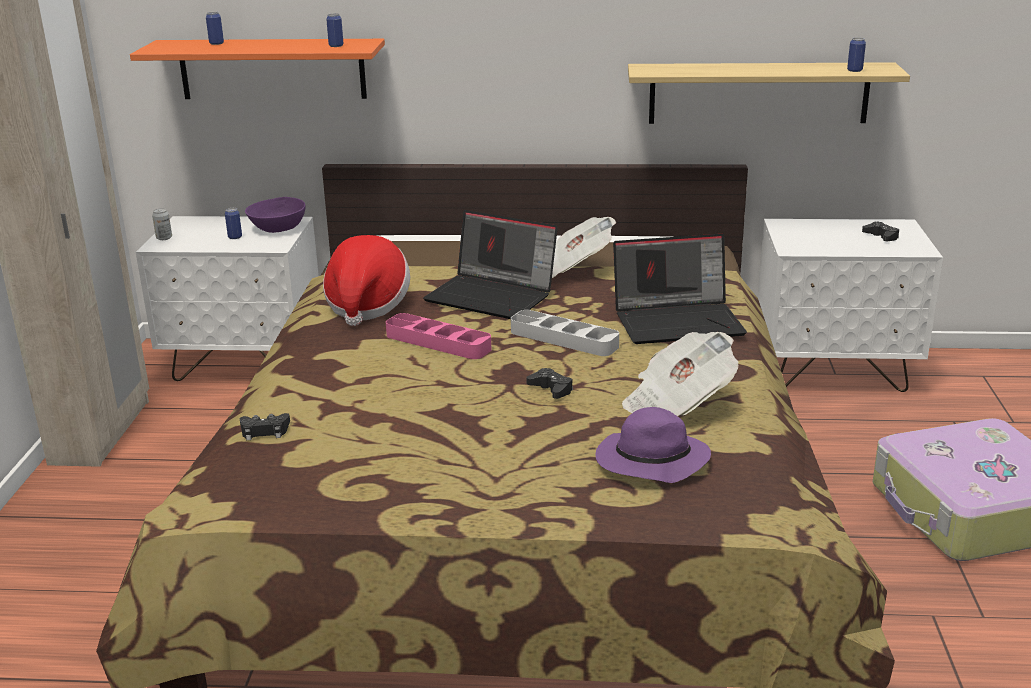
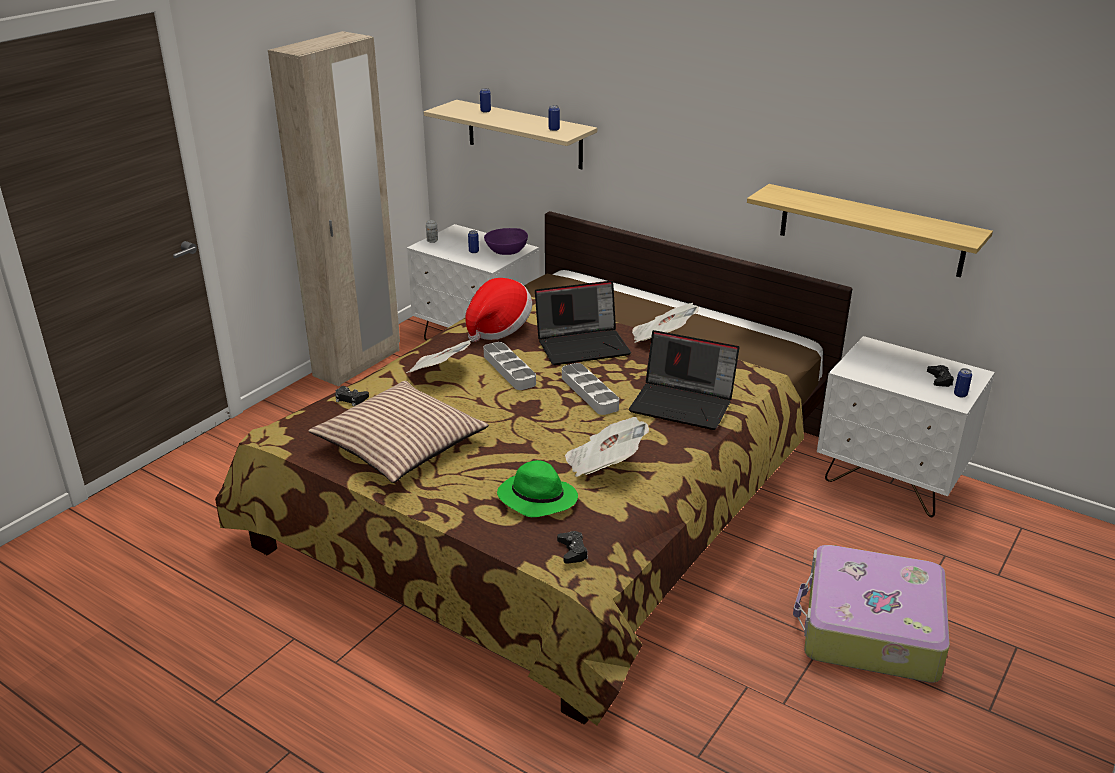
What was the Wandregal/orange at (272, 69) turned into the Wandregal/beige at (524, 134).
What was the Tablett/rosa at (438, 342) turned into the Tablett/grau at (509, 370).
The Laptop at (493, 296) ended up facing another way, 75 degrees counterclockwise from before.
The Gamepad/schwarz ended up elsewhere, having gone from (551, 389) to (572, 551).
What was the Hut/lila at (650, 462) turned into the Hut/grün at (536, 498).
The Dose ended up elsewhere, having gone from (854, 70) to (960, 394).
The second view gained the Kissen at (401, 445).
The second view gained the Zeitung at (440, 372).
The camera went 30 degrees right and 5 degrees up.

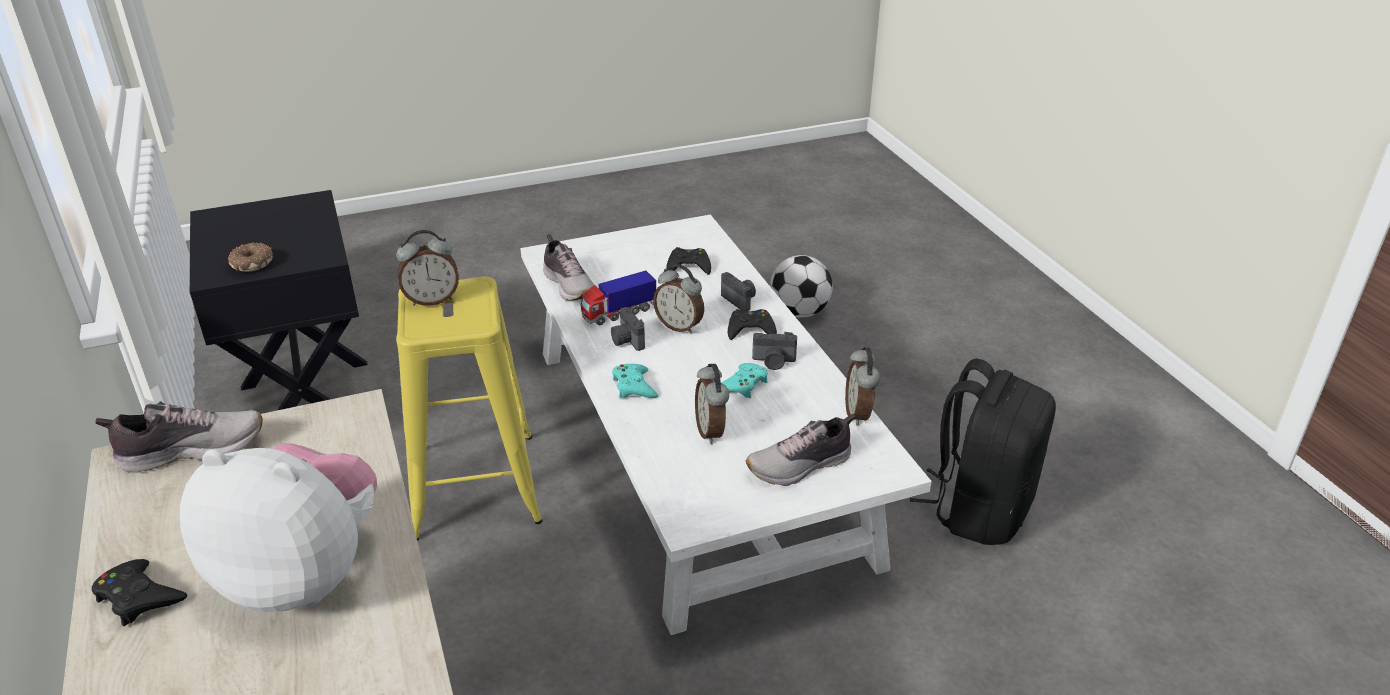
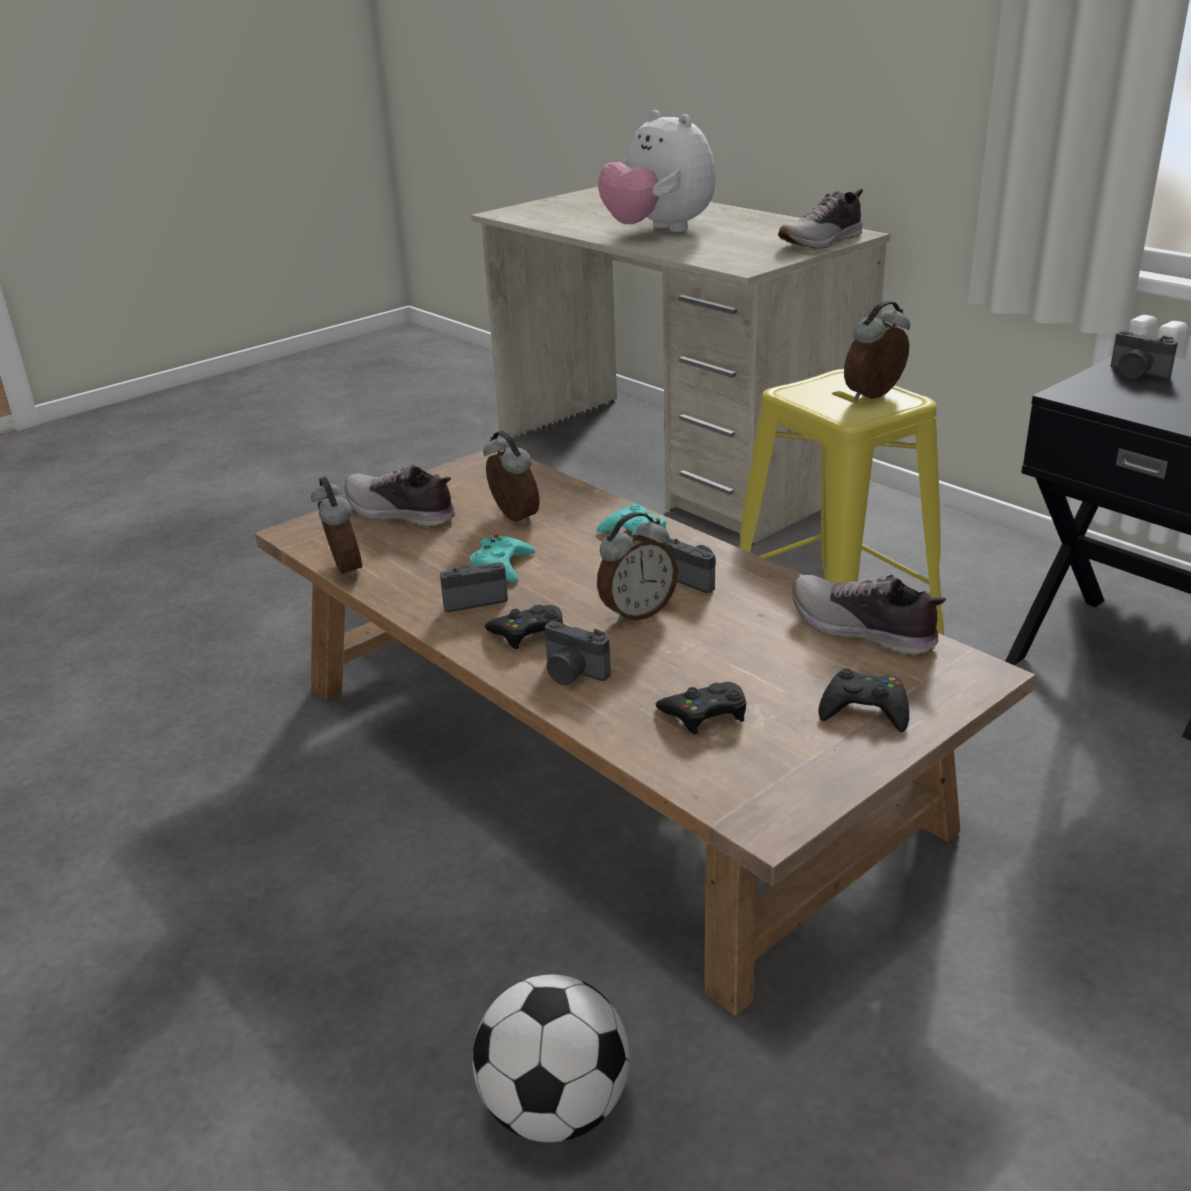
The Gamepad/schwarz ended up elsewhere, having gone from (139, 597) to (865, 709).
The Plüschtier at (303, 575) ended up facing another way, 60 degrees clockwise from before.
Where the Donut stood at (252, 263), the Kamera came to stand at (1136, 374).
What was the Couchtisch/weiß at (698, 449) turned into the Couchtisch/braun at (597, 753).
The second view lost the Spielzeuglaster at (618, 313).
The Wecker at (679, 326) ended up facing another way, 135 degrees clockwise from before.
The Schuh at (801, 466) ended up facing another way, 105 degrees counterclockwise from before.
The second view lost the Rucksack/schwarz at (979, 509).
The camera went 160 degrees right and 5 degrees down.

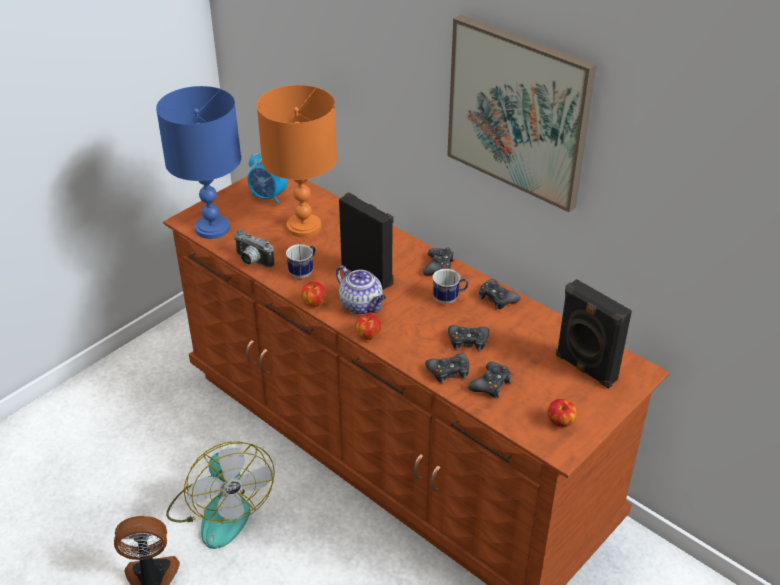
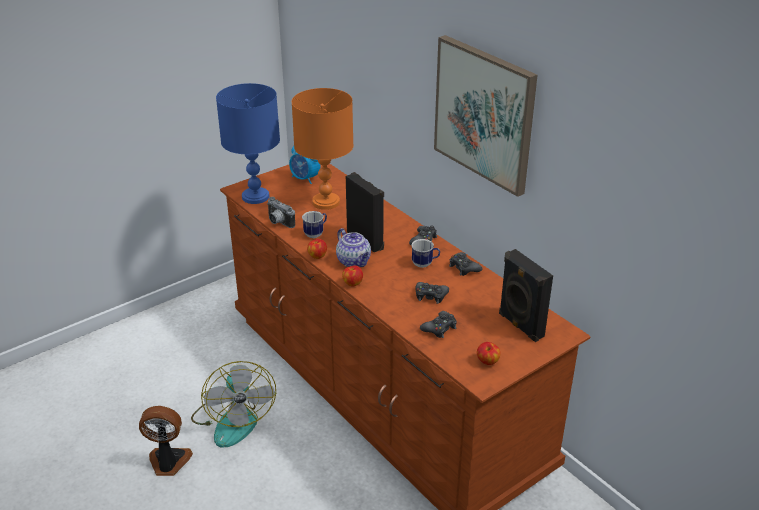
The second view lost the Gamepad/schwarz at (449, 371).
The camera went 10 degrees right and 5 degrees down.

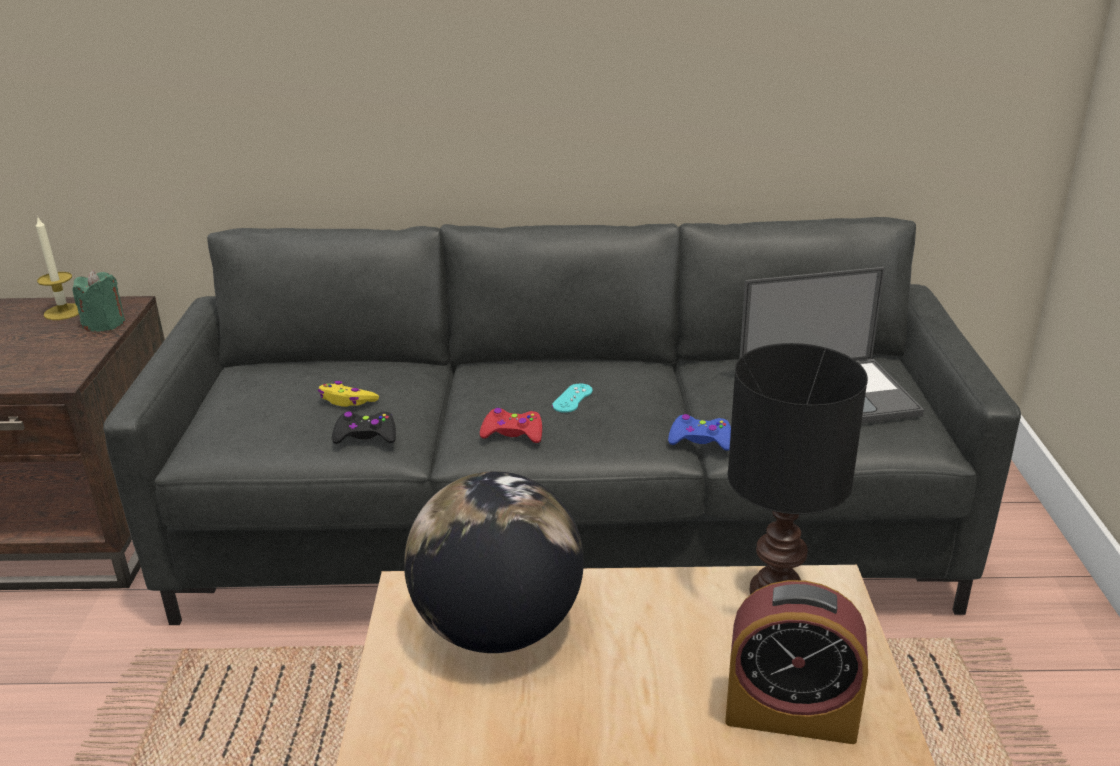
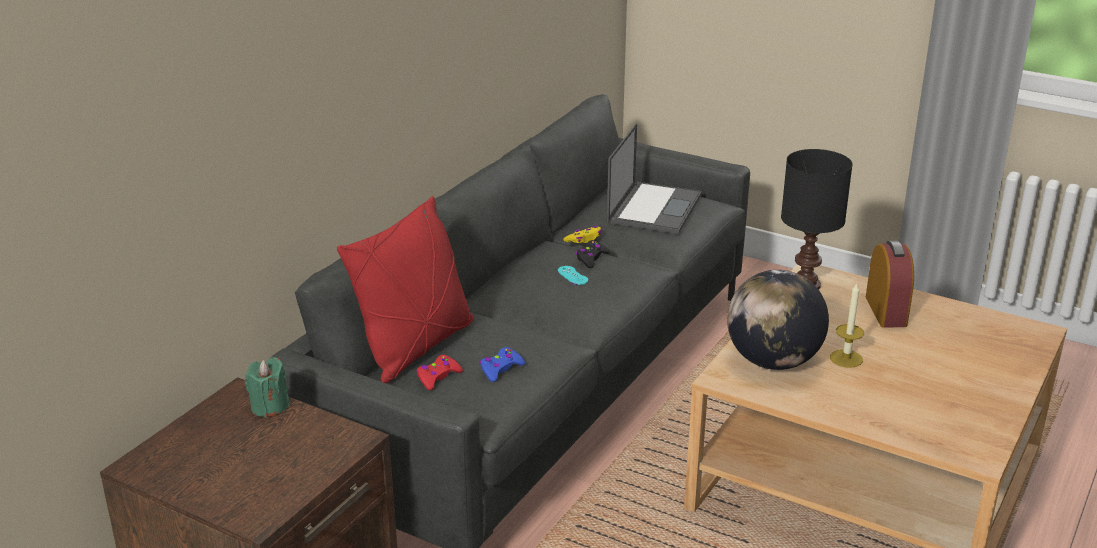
The Kerze ended up elsewhere, having gone from (63, 312) to (846, 358).
The Gamepad/gelb ended up elsewhere, having gone from (347, 401) to (584, 239).
The Gamepad/schwarz ended up elsewhere, having gone from (365, 435) to (591, 258).
The Gamepad/rot ended up elsewhere, having gone from (513, 433) to (438, 377).
The Gamepad/blau ended up elsewhere, having gone from (700, 440) to (500, 369).
The Wecker at (790, 714) ended up facing another way, 45 degrees counterclockwise from before.
The second view gained the Kissen/rot at (416, 348).
The camera went 60 degrees left and 0 degrees up.

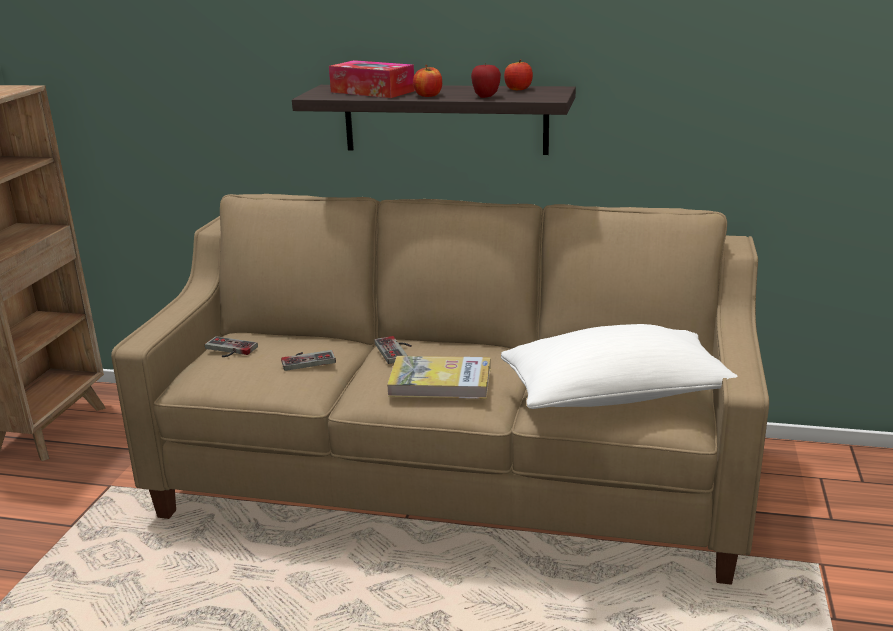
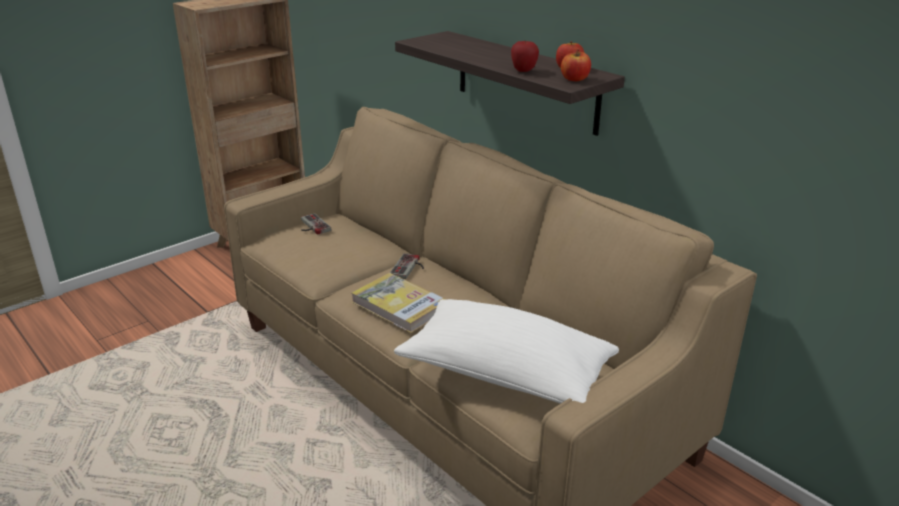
The second view lost the Gamepad at (307, 359).
The second view lost the Taschentuchbox at (372, 91).
The Apfel ended up elsewhere, having gone from (428, 95) to (575, 79).
The camera went 35 degrees right and 5 degrees up.

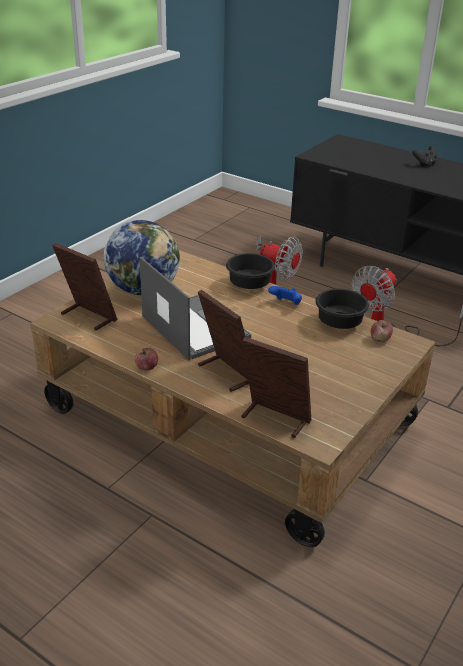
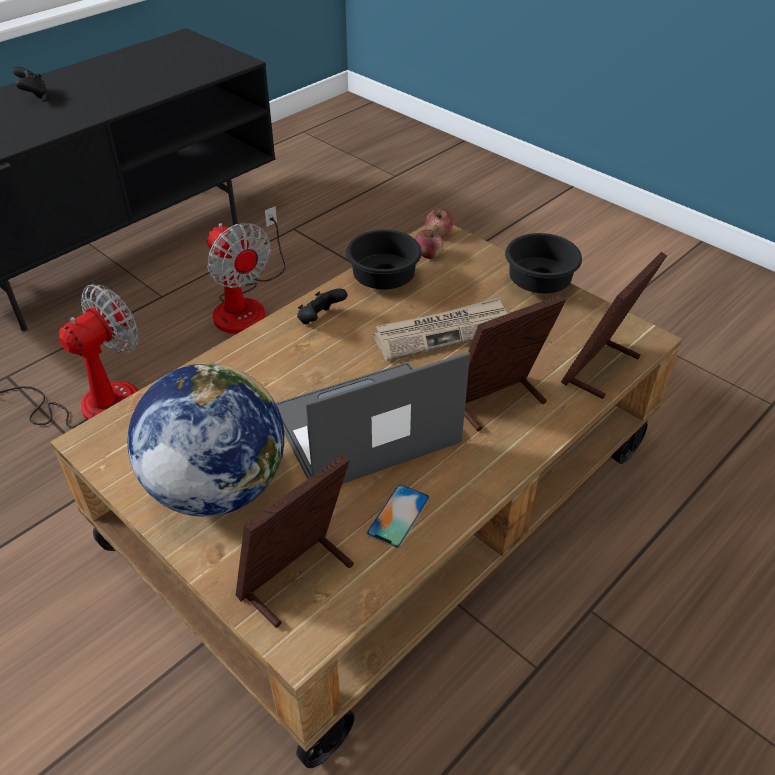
The Apfel ended up elsewhere, having gone from (146, 367) to (438, 233).
The Schüssel/schwarz ended up elsewhere, having gone from (249, 285) to (541, 284).
What was the Gamepad/blau at (286, 304) turned into the Gamepad/schwarz at (320, 320).
The second view gained the Handy at (398, 515).
The second view gained the Zeitung at (443, 332).
The camera went 80 degrees left and 10 degrees up.

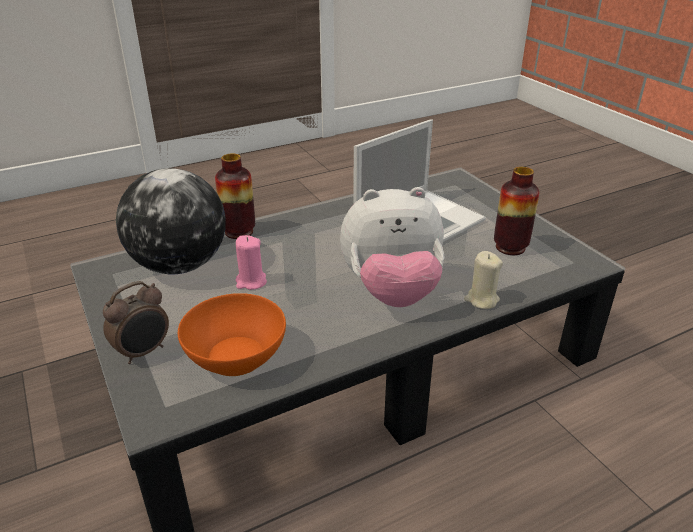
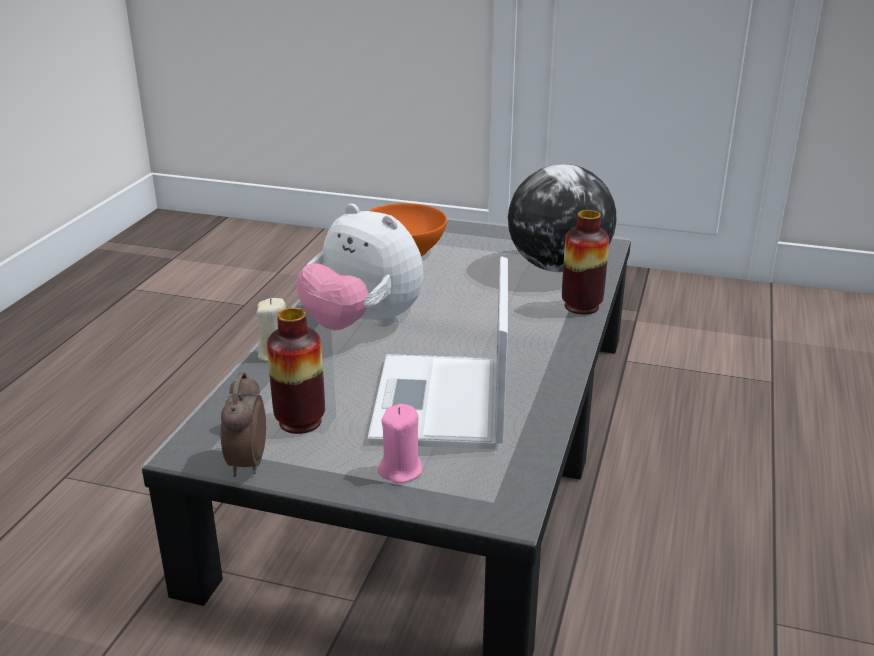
The Wecker ended up elsewhere, having gone from (144, 352) to (246, 463).
The Kerze/rosa ended up elsewhere, having gone from (251, 282) to (400, 470).
The Plüschtier at (392, 292) ended up facing another way, 90 degrees counterclockwise from before.
The camera went 135 degrees right and 5 degrees down.

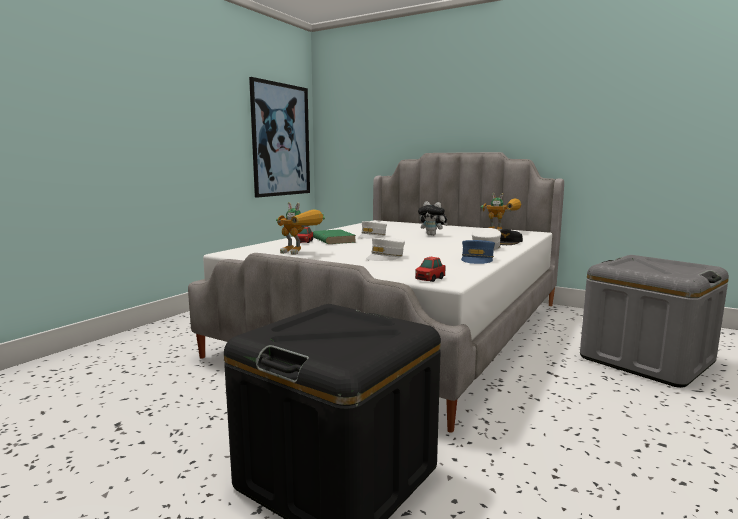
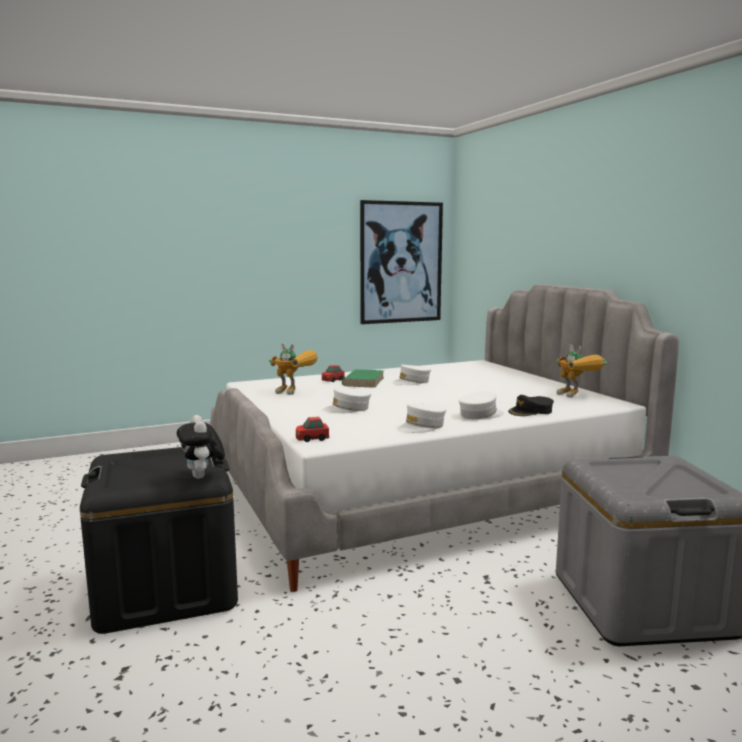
The Spielzeugroboter at (300, 253) ended up facing another way, 45 degrees counterclockwise from before.
The Plüschtier ended up elsewhere, having gone from (432, 235) to (202, 477).
What was the Kappe/blau at (477, 259) turned into the Kappe/weiß at (422, 427).
The camera went 35 degrees right and 0 degrees up.

